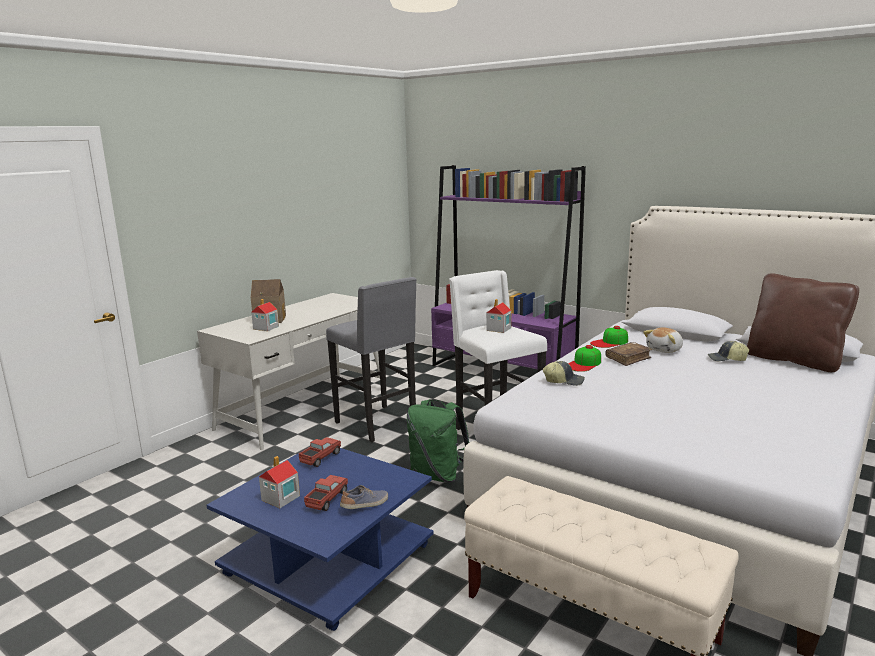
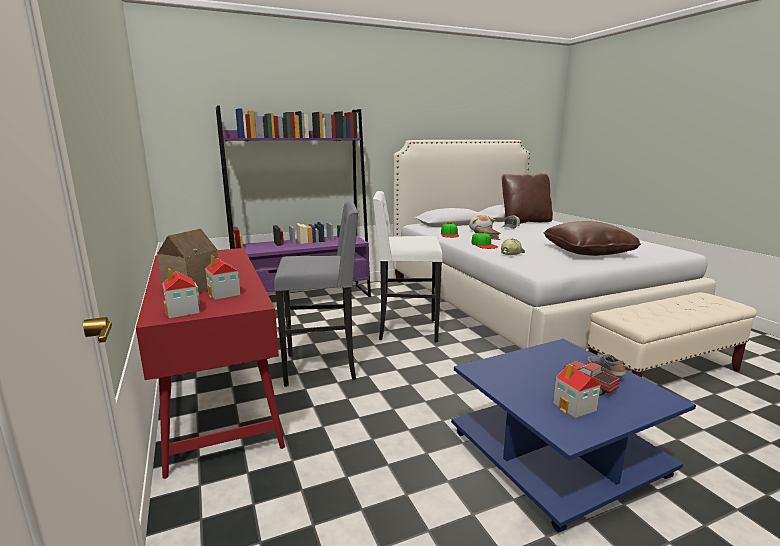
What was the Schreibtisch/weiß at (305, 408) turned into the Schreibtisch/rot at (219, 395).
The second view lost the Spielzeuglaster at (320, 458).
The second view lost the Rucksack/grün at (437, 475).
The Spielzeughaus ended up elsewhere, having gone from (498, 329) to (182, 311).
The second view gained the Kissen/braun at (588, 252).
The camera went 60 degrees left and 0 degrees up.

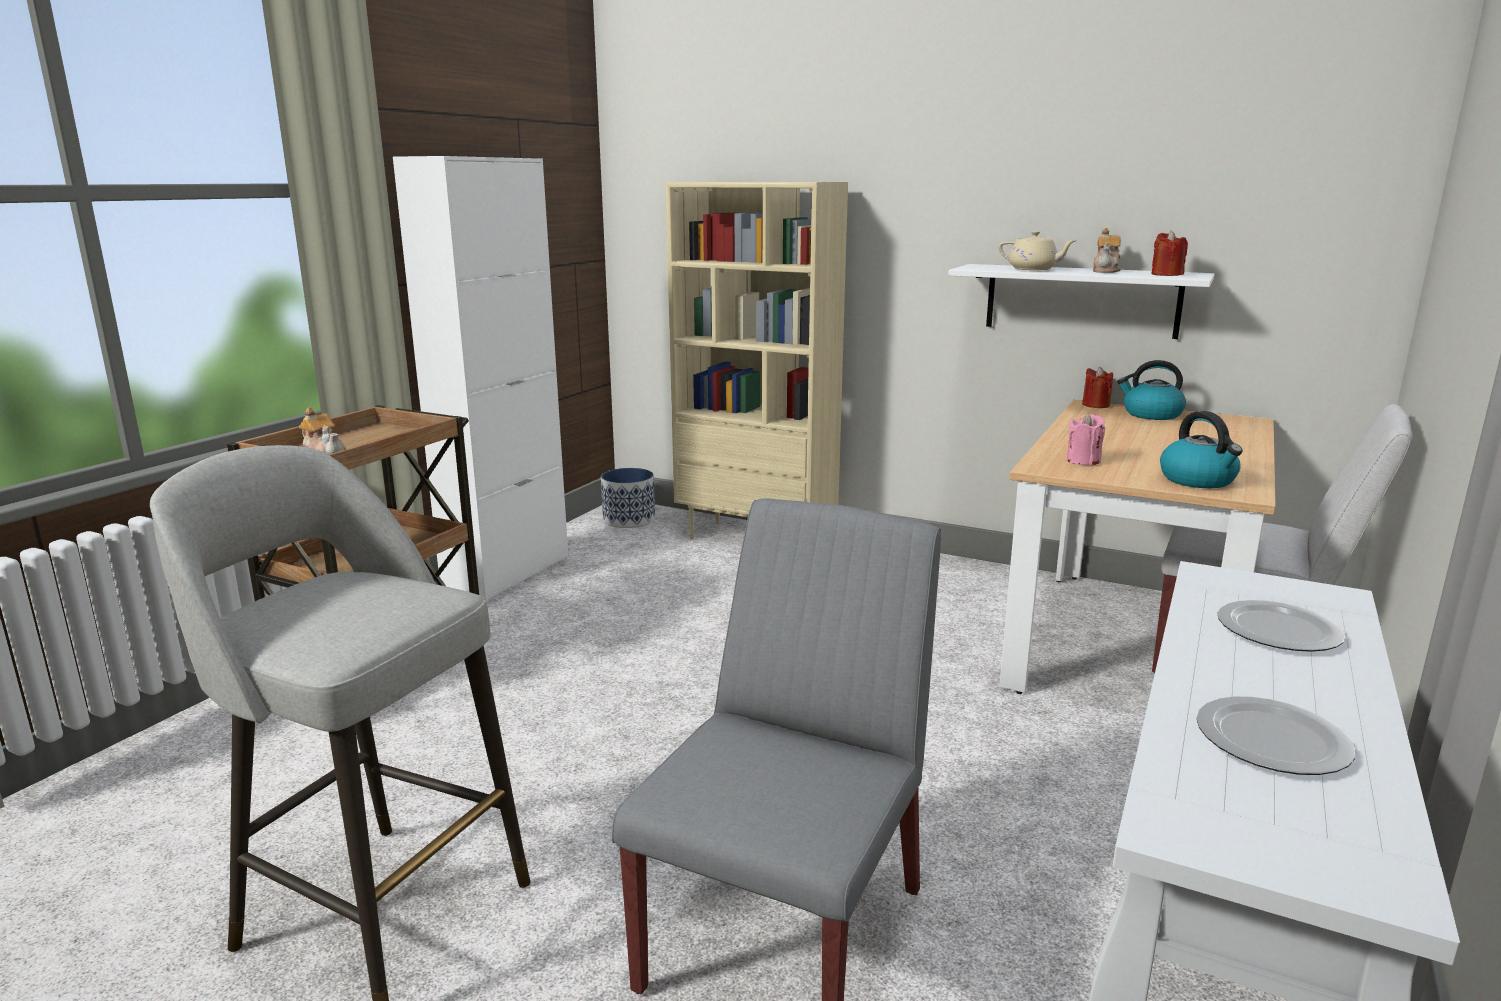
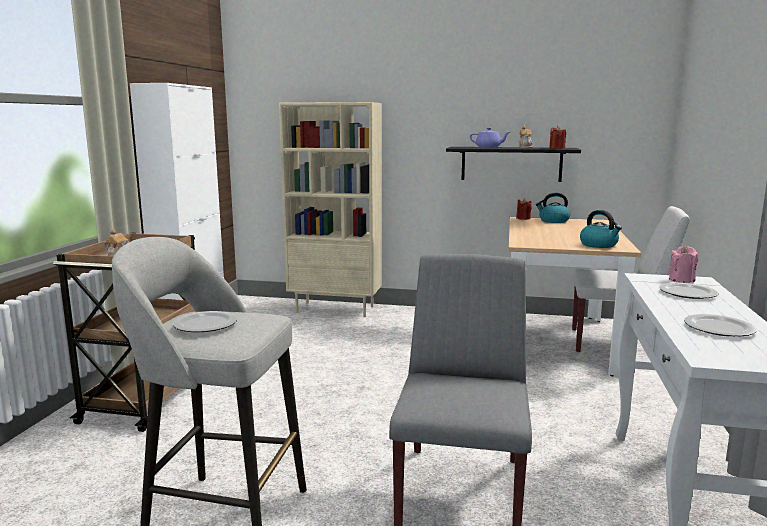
The second view lost the Pflanzkübel at (629, 520).
What was the Wandregal/weiß at (1081, 300) turned into the Wandregal/schwarz at (511, 164).
What was the Teekanne/beige at (1033, 269) turned into the Teekanne/lila at (489, 147).
The Kerze/rosa ended up elsewhere, having gone from (1083, 461) to (681, 280).
The second view gained the Teller at (205, 325).
The camera went 15 degrees left and 5 degrees down.

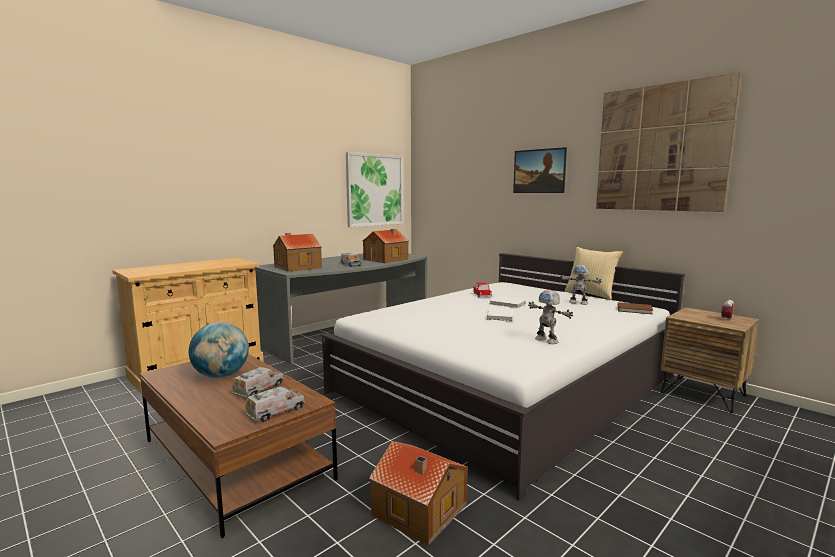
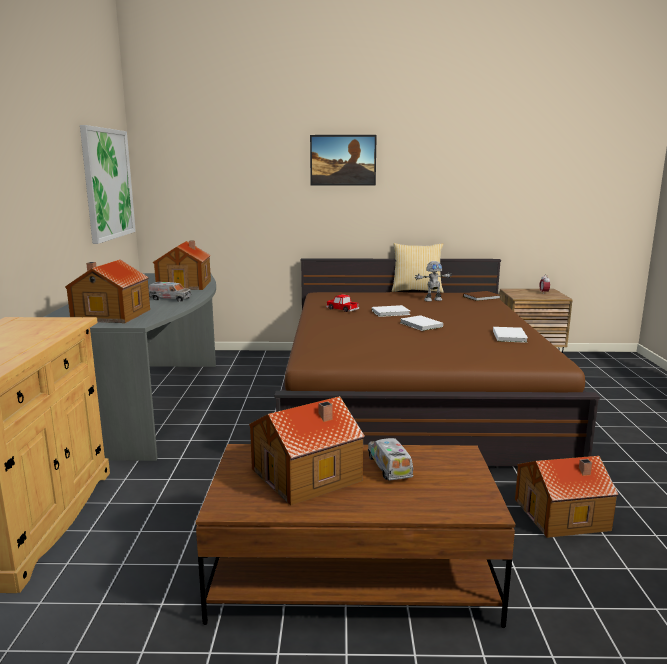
Where the Globus stood at (221, 376), the Spielzeughaus came to stand at (308, 475).
The second view lost the Spielzeuglaster at (276, 411).
What was the Bett/weiß at (507, 384) turned into the Bett/braun at (410, 397).
Where the Spielzeugroboter stood at (547, 340), the Buch/weiß came to stand at (510, 336).
The second view lost the Bild at (660, 148).
The camera went 45 degrees left and 5 degrees up.

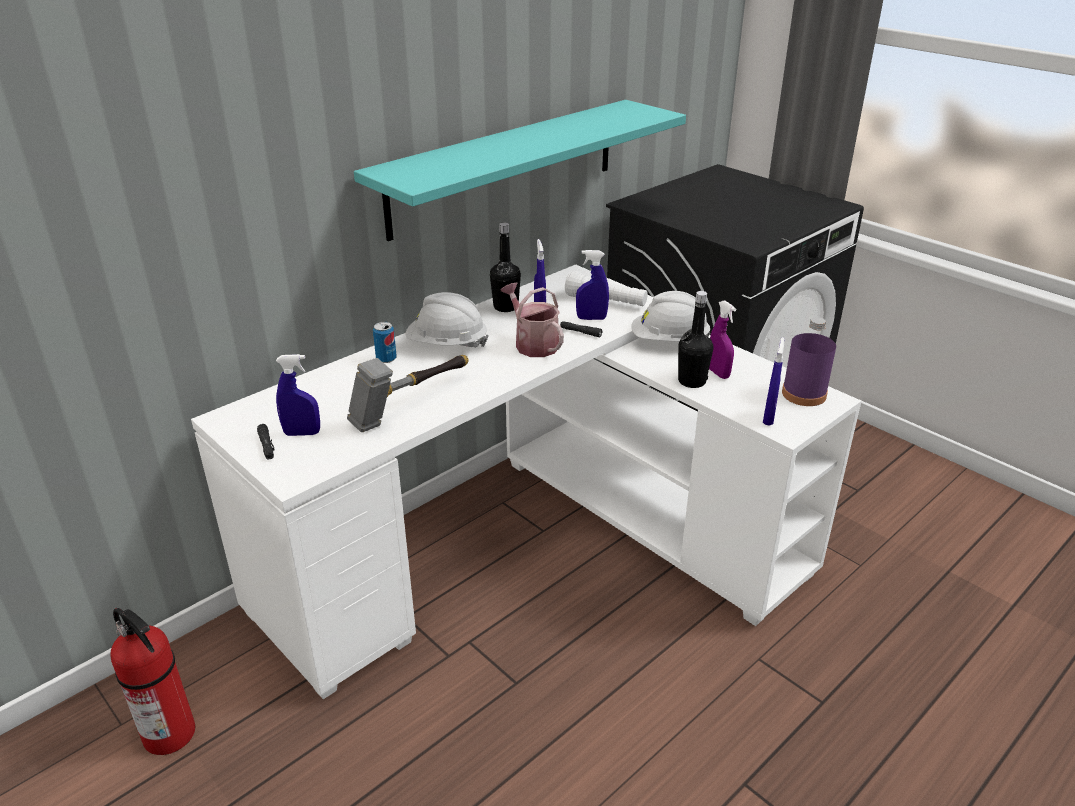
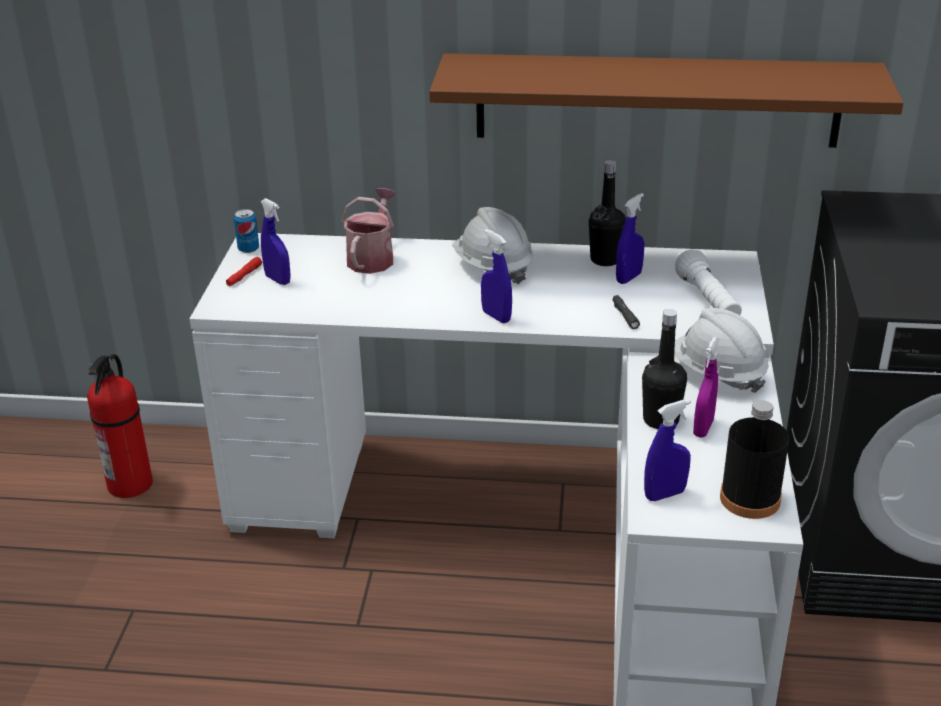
What was the Taschenlampe/schwarz at (267, 446) turned into the Taschenlampe/rot at (244, 276).
The second view lost the Hammer at (411, 405).
What was the Wandregal/türkis at (505, 167) turned into the Wandregal/braun at (656, 100).
The Dose ended up elsewhere, having gone from (386, 359) to (248, 249).
The Gießkanne ended up elsewhere, having gone from (533, 343) to (372, 258).
The Sprühflasche/blau ended up elsewhere, having gone from (591, 318) to (496, 316).
What was the Flasche/lila at (804, 394) turned into the Flasche/schwarz at (750, 499).
The camera went 50 degrees right and 0 degrees up.

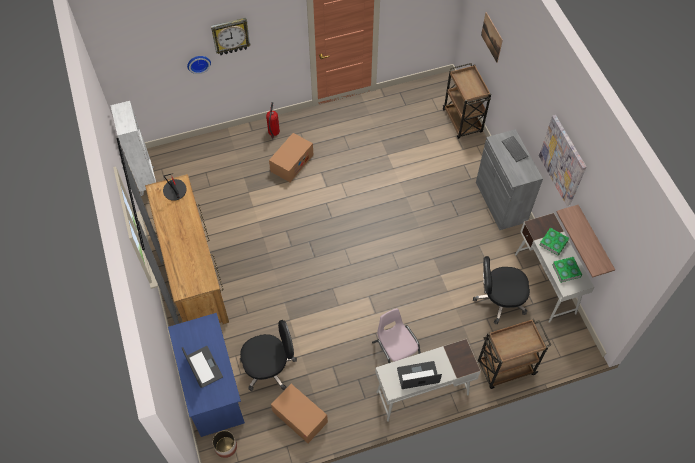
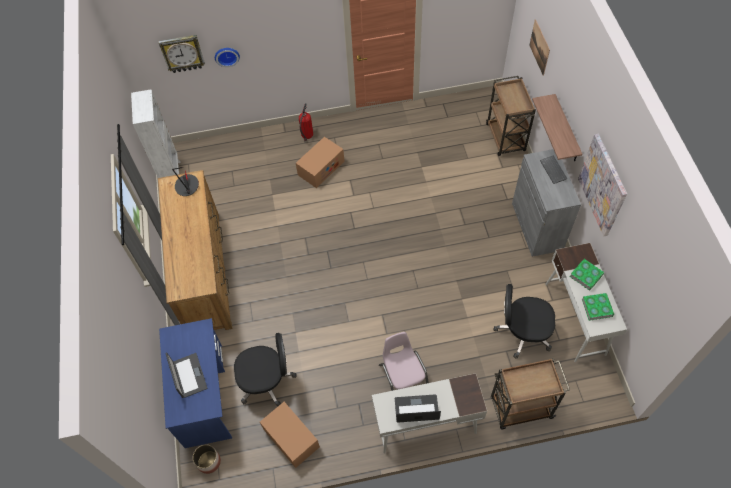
The Wanduhr ended up elsewhere, having gone from (230, 36) to (182, 53).
The Wandregal ended up elsewhere, having gone from (593, 241) to (566, 130).
The camera went 10 degrees right and 0 degrees up.

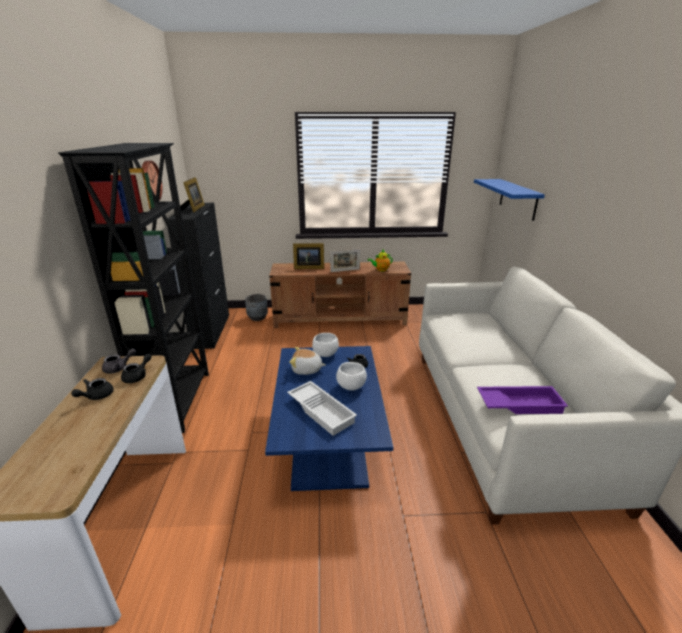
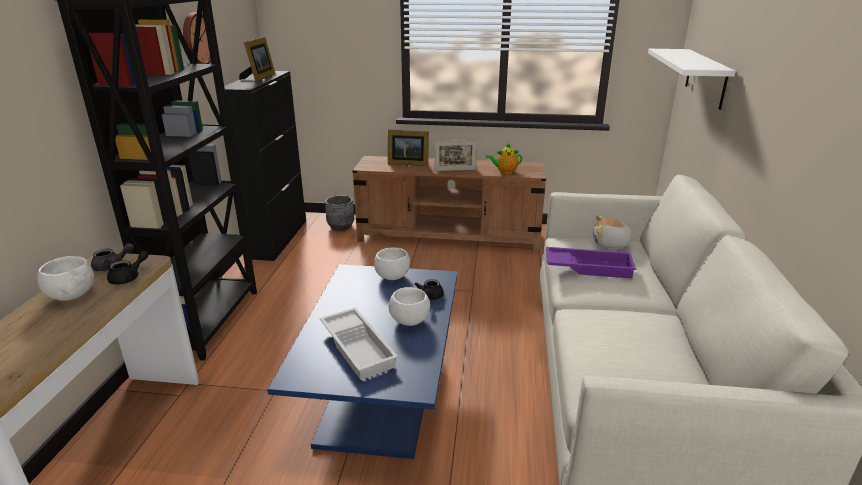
Where the Teekanne/schwarz stood at (96, 396), the Schüssel/weiß came to stand at (72, 296).
The Plüschtier ended up elsewhere, having gone from (306, 370) to (611, 244).
What was the Wandregal/blau at (518, 199) turned into the Wandregal/weiß at (706, 78).
The Tablett/lila ended up elsewhere, having gone from (519, 403) to (588, 267).
The camera went 10 degrees right and 0 degrees up.

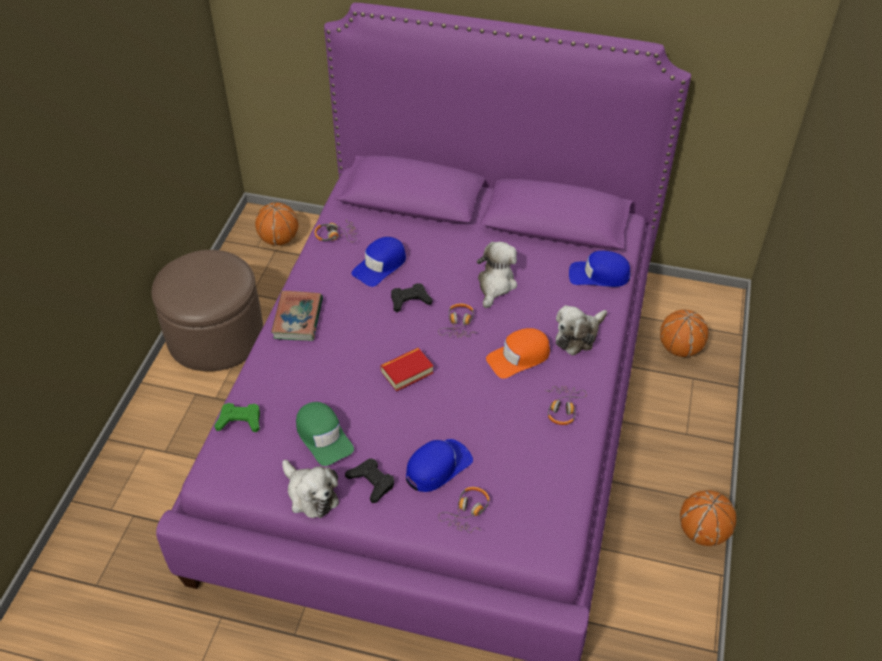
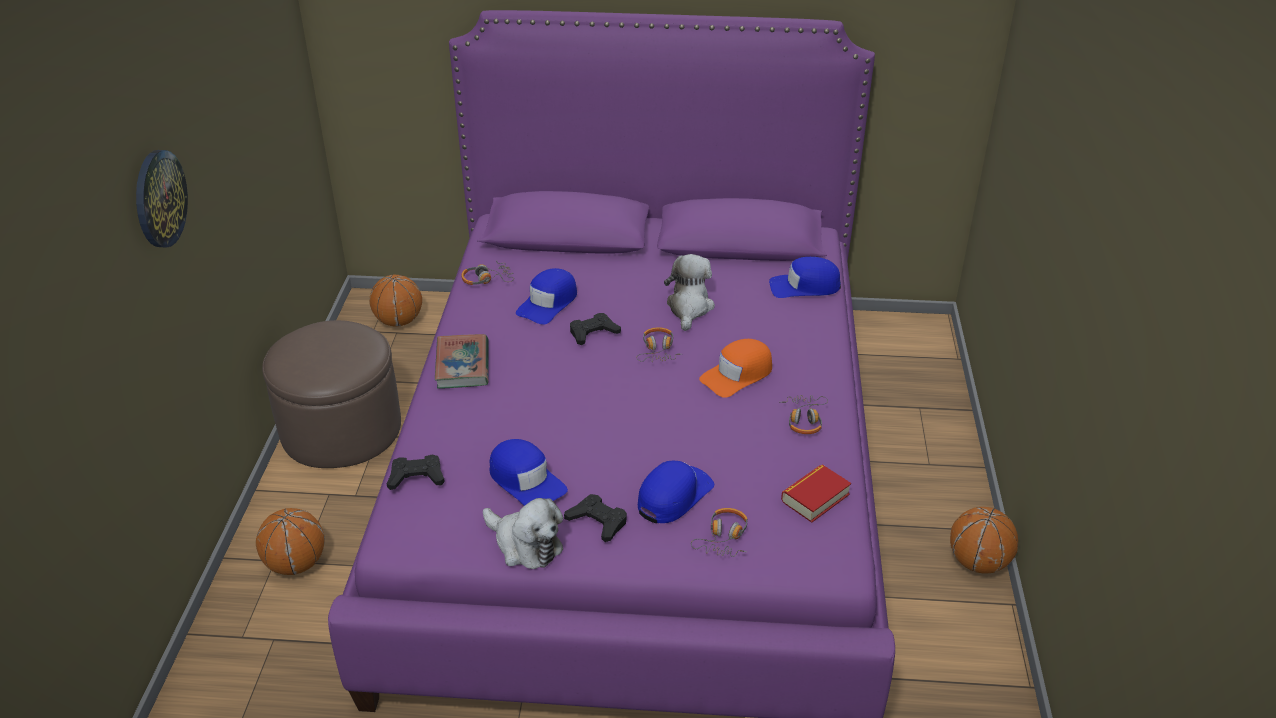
What was the Gamepad/grün at (239, 421) turned into the Gamepad/schwarz at (416, 477).
What was the Kappe/grün at (323, 437) turned into the Kappe/blau at (526, 480).
The Buch ended up elsewhere, having gone from (407, 372) to (815, 498).
The second view lost the Plüschtier at (578, 336).
The Basketball ended up elsewhere, having gone from (679, 349) to (296, 564).
The second view gained the Wanduhr at (159, 198).
The camera went 10 degrees left and 10 degrees down.

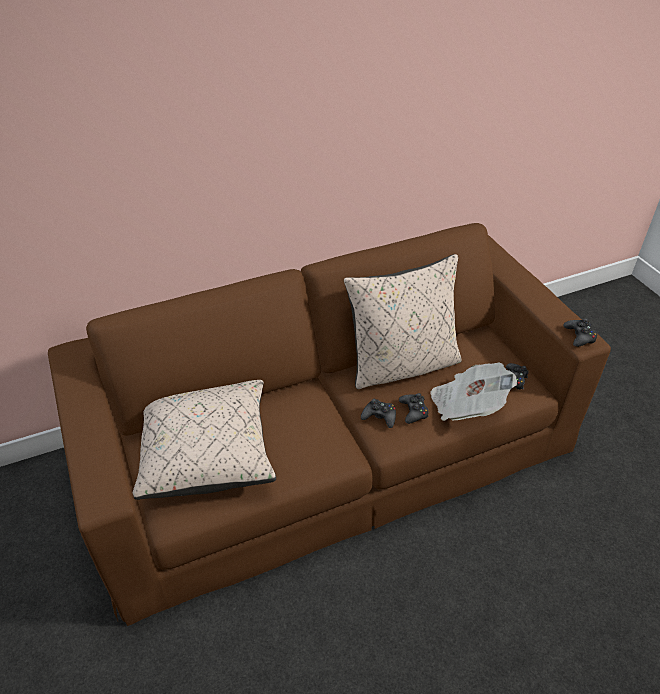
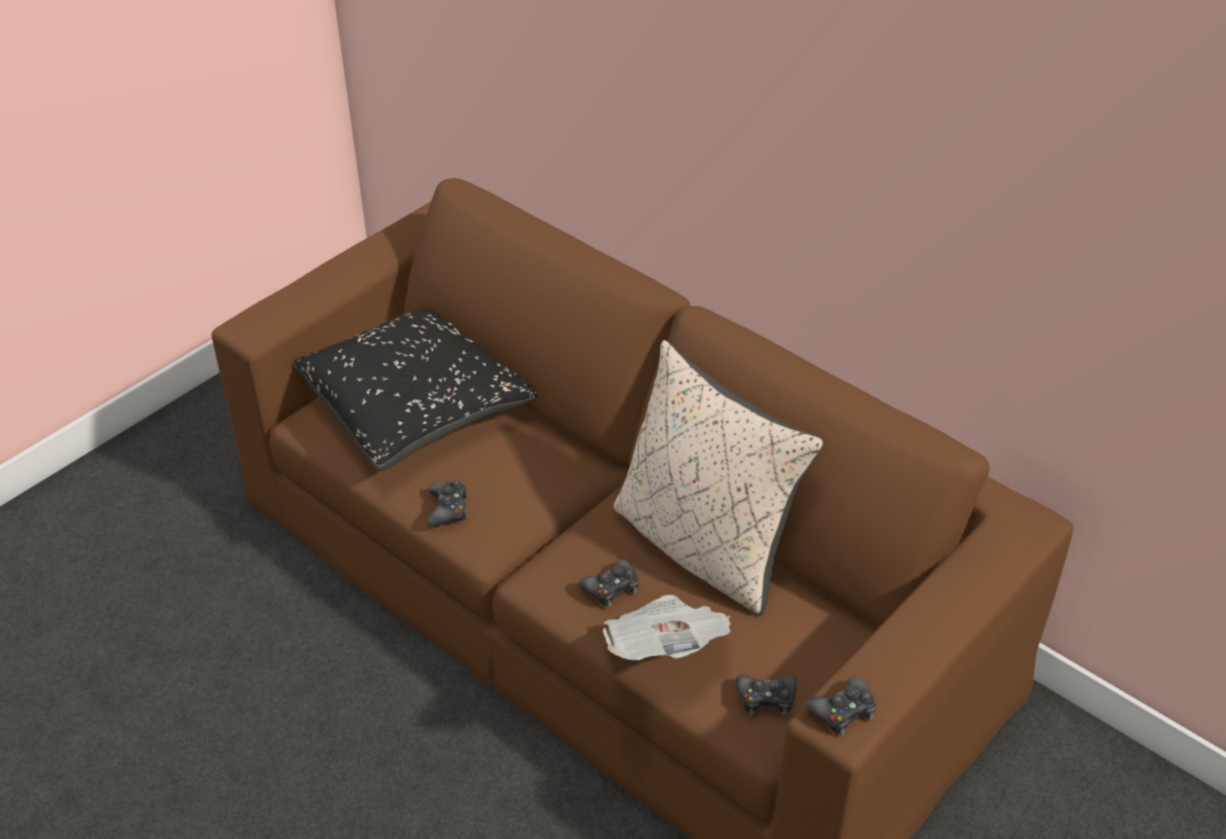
What was the Kissen/beige at (206, 451) turned into the Kissen/schwarz at (418, 407).
The Gamepad/schwarz ended up elsewhere, having gone from (379, 416) to (448, 509).
The camera went 65 degrees right and 0 degrees up.

